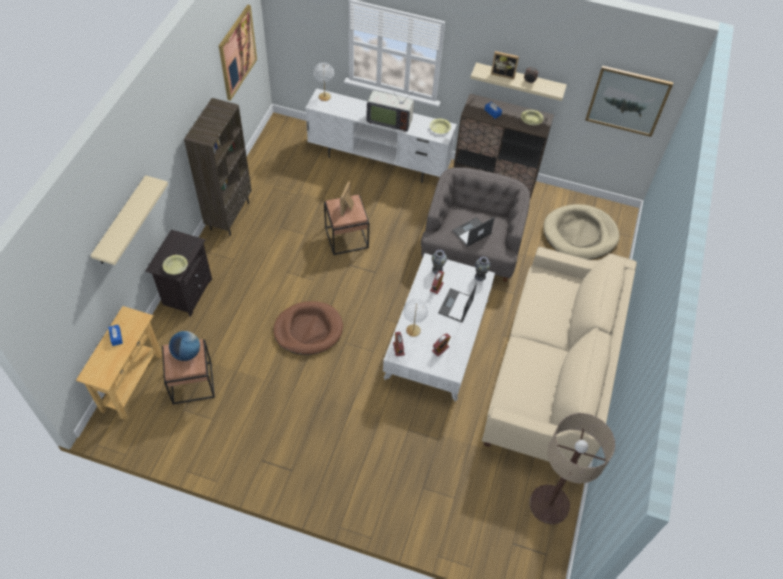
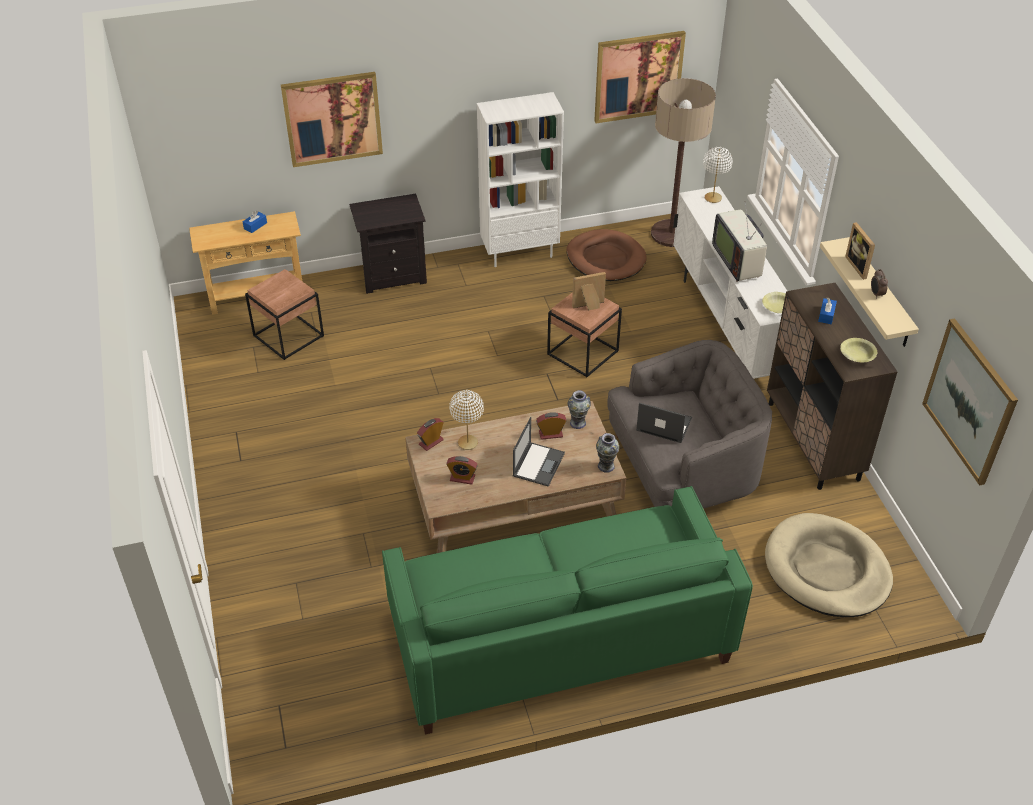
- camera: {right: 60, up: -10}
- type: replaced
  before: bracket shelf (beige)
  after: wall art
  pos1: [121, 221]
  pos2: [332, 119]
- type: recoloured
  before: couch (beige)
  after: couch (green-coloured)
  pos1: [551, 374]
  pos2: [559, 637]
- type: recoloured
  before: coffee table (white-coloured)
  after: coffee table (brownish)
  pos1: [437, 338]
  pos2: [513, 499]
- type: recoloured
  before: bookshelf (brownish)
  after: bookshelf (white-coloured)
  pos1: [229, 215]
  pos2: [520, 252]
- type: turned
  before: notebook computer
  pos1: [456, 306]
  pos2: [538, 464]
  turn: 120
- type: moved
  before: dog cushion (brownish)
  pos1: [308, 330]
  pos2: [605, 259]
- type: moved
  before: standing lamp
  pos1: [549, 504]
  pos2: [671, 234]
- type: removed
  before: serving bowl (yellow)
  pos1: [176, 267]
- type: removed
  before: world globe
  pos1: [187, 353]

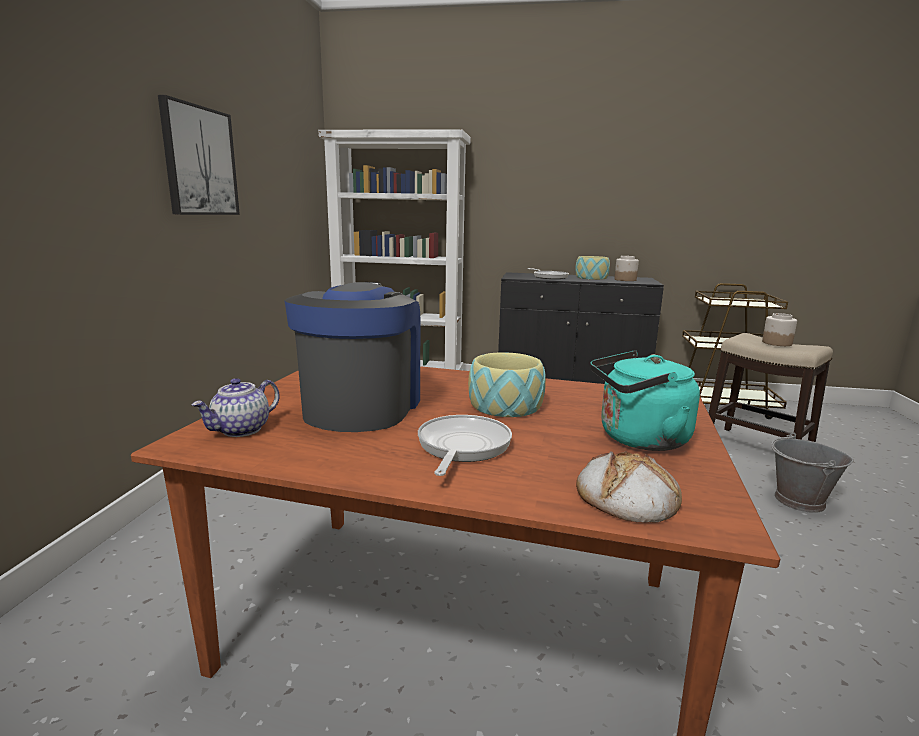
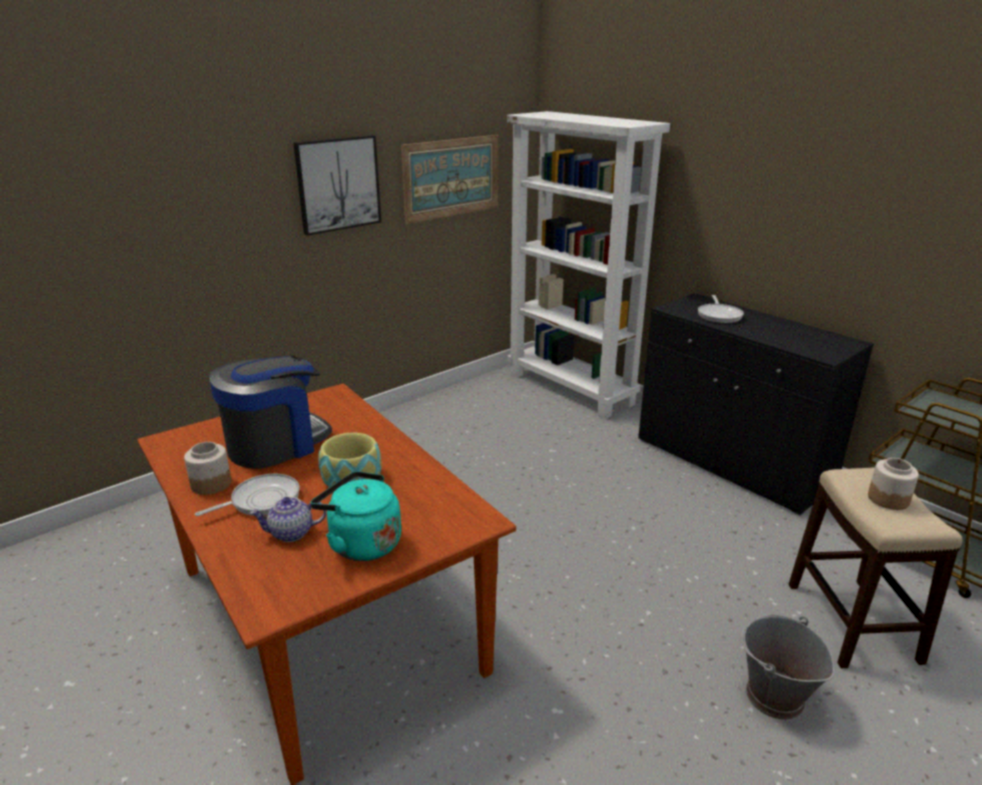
- camera: {right: 40, up: 10}
- type: moved
  before: jar
  pos1: [625, 280]
  pos2: [210, 484]
- type: moved
  before: tea pot
  pos1: [241, 430]
  pos2: [291, 533]
- type: added
  after: wall art
  pos2: [451, 177]
- type: removed
  before: serving bowl
  pos1: [591, 277]
- type: removed
  before: baked bread
  pos1: [626, 496]

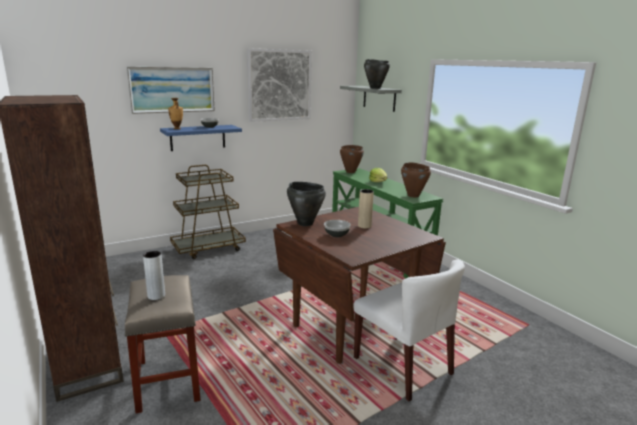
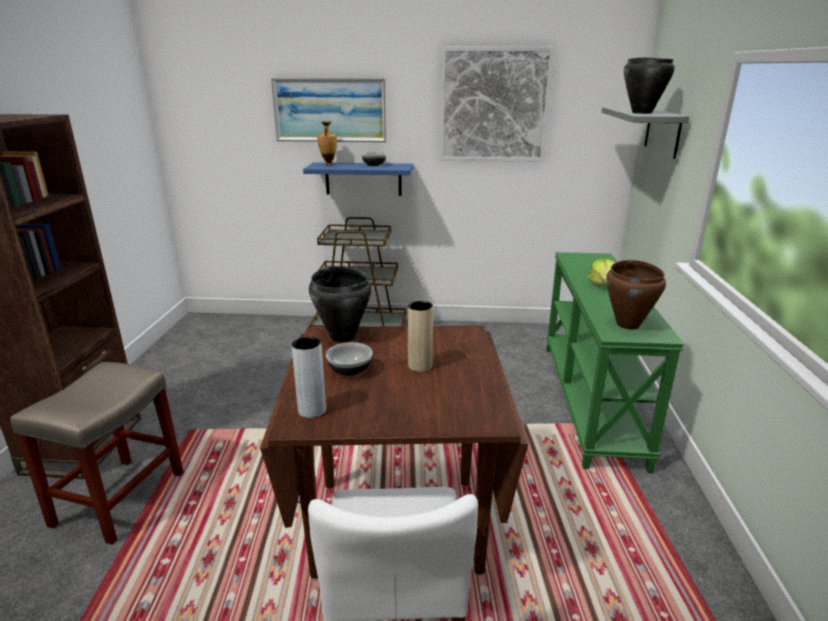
- camera: {right: 35, up: 5}
- type: moved
  before: flower vase (gray)
  pos1: [156, 296]
  pos2: [312, 410]
- type: removed
  before: stockpot (brownish)
  pos1: [350, 172]

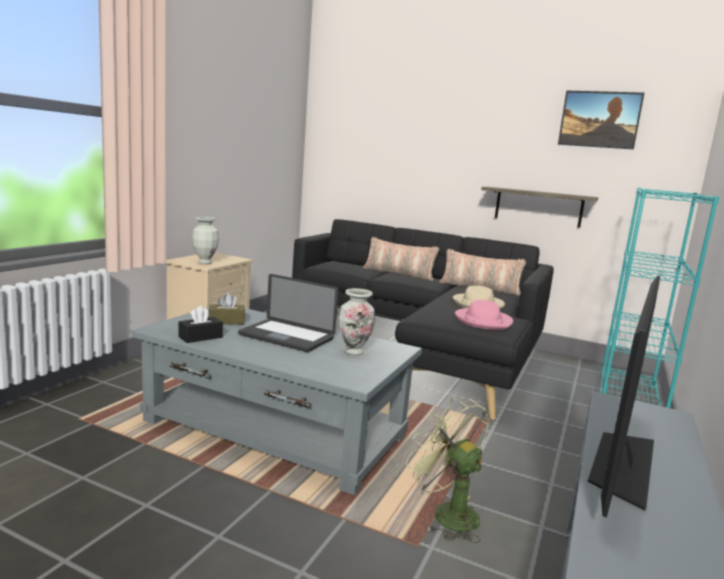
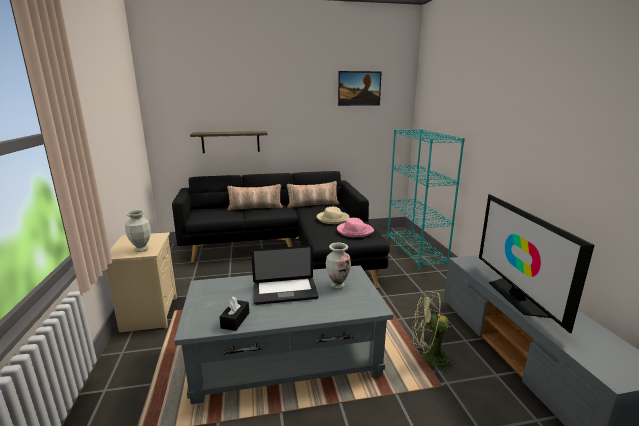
- camera: {right: -35, up: 5}
- type: moved
  before: bracket shelf
  pos1: [538, 207]
  pos2: [230, 142]
- type: removed
  before: box of tissues (brownish)
  pos1: [226, 321]

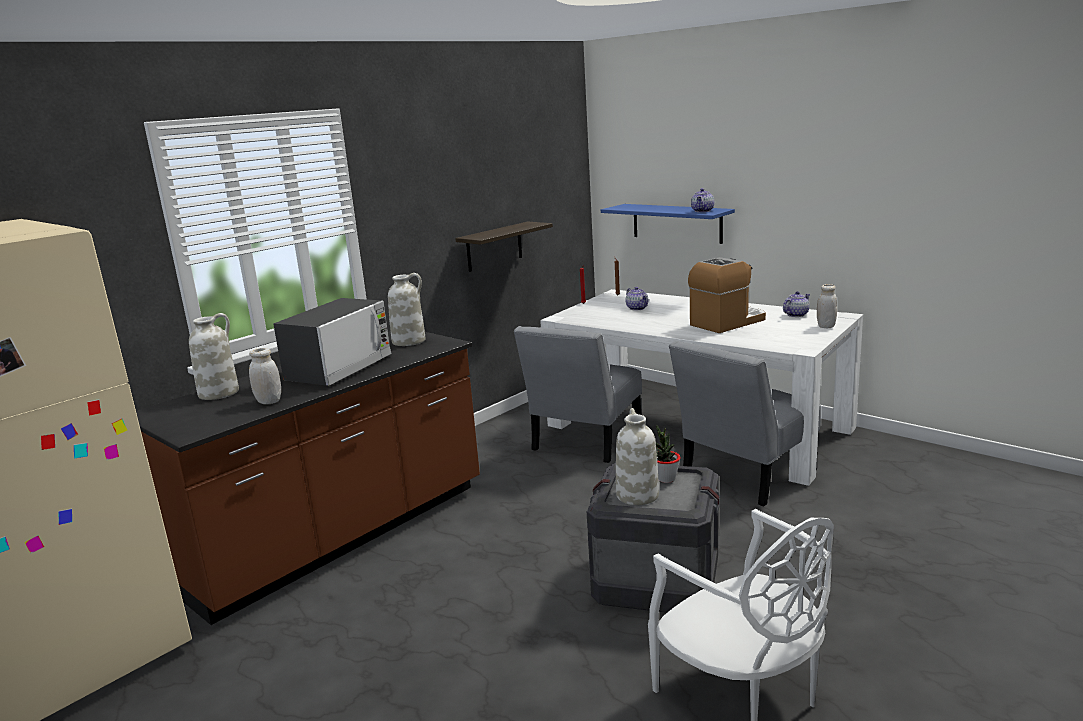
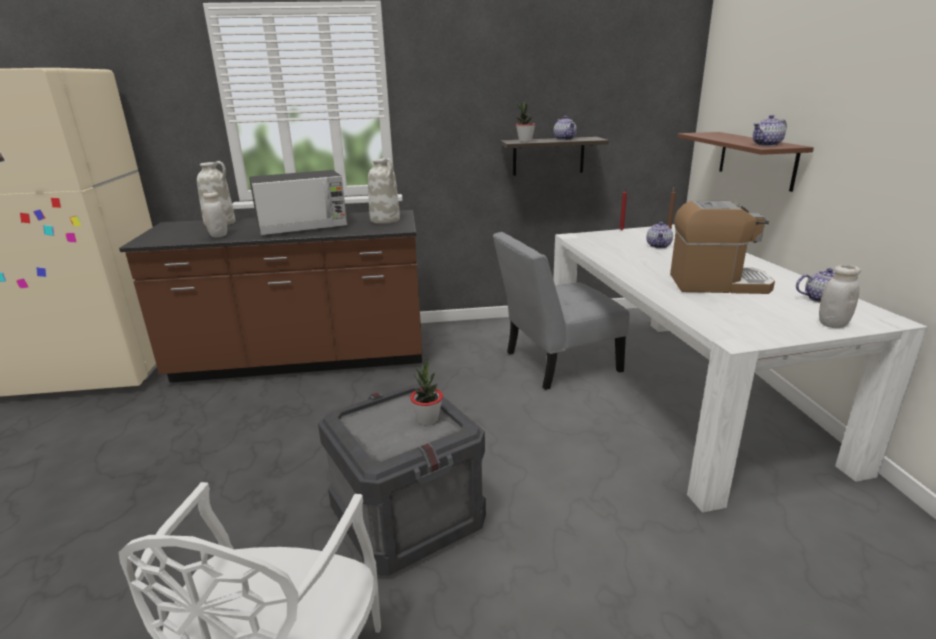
- camera: {right: 40, up: 5}
- type: added
  after: plant in a pot
  pos2: [525, 141]
- type: added
  after: tea pot
  pos2: [565, 139]
- type: recoloured
  before: bracket shelf (blue)
  after: bracket shelf (brownish)
  pos1: [676, 223]
  pos2: [756, 159]
- type: removed
  before: flower vase (white-coloured)
  pos1: [636, 495]
- type: removed
  before: chair (gray)
  pos1: [744, 477]

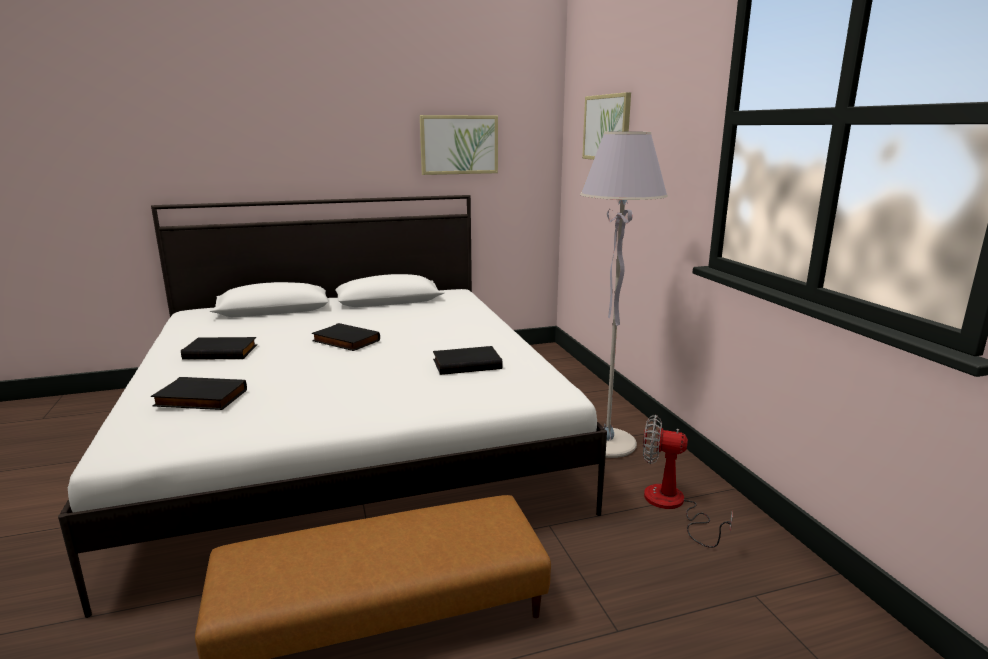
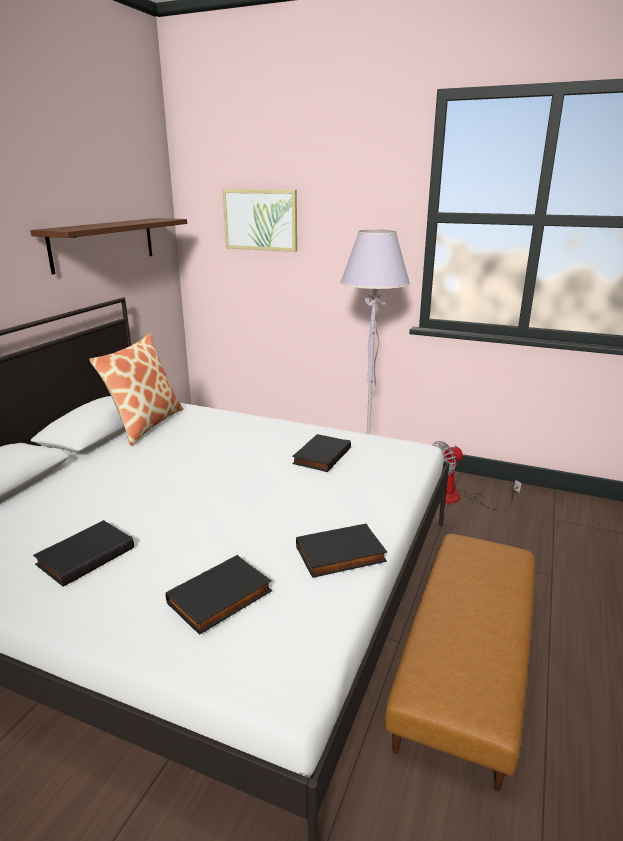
- camera: {right: -50, up: 5}
- type: replaced
  before: wall art
  after: bracket shelf (brownish)
  pos1: [459, 145]
  pos2: [104, 244]
- type: added
  after: pillow
  pos2: [145, 424]
- type: moved
  before: bound book (black)
  pos1: [344, 341]
  pos2: [340, 555]

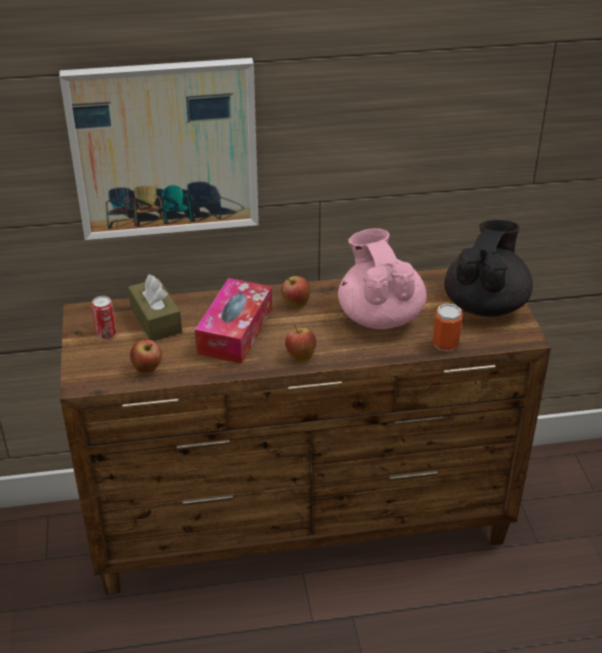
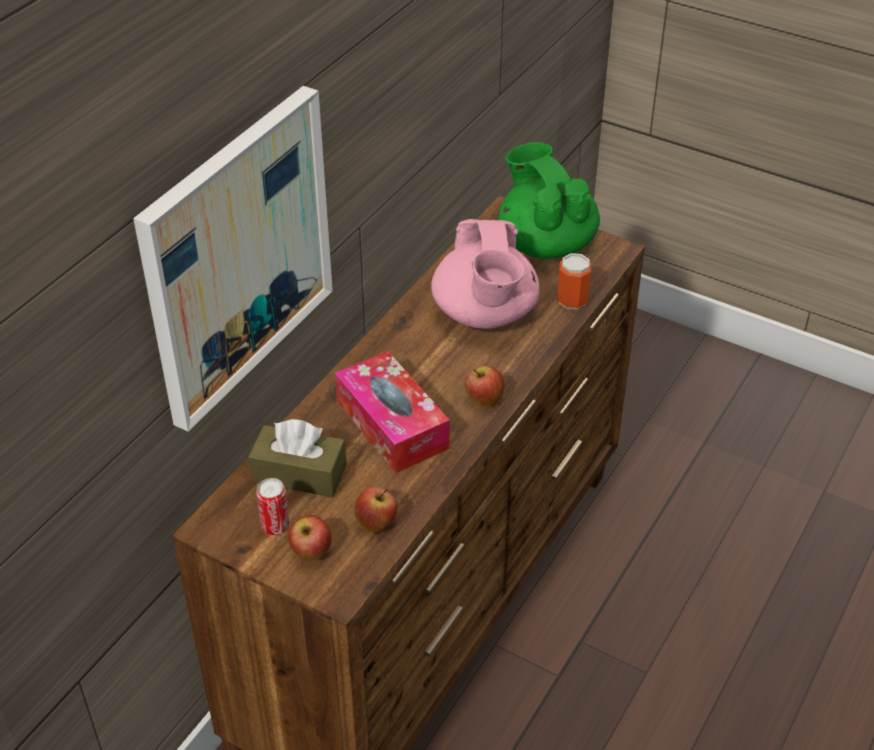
- camera: {right: -50, up: 5}
- type: moved
  before: apple
  pos1: [295, 303]
  pos2: [311, 553]
- type: turned
  before: tea pot (pinkish)
  pos1: [379, 316]
  pos2: [485, 315]
  turn: -120
- type: recoloured
  before: tea pot (black)
  after: tea pot (green-coloured)
  pos1: [485, 304]
  pos2: [545, 243]

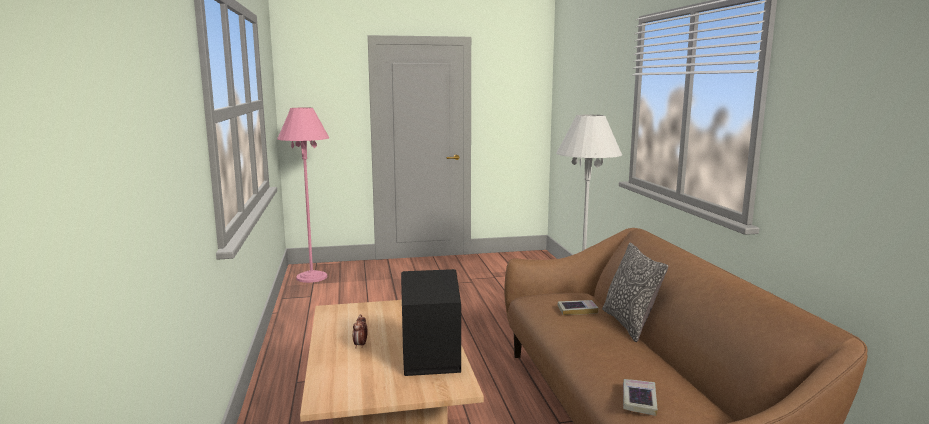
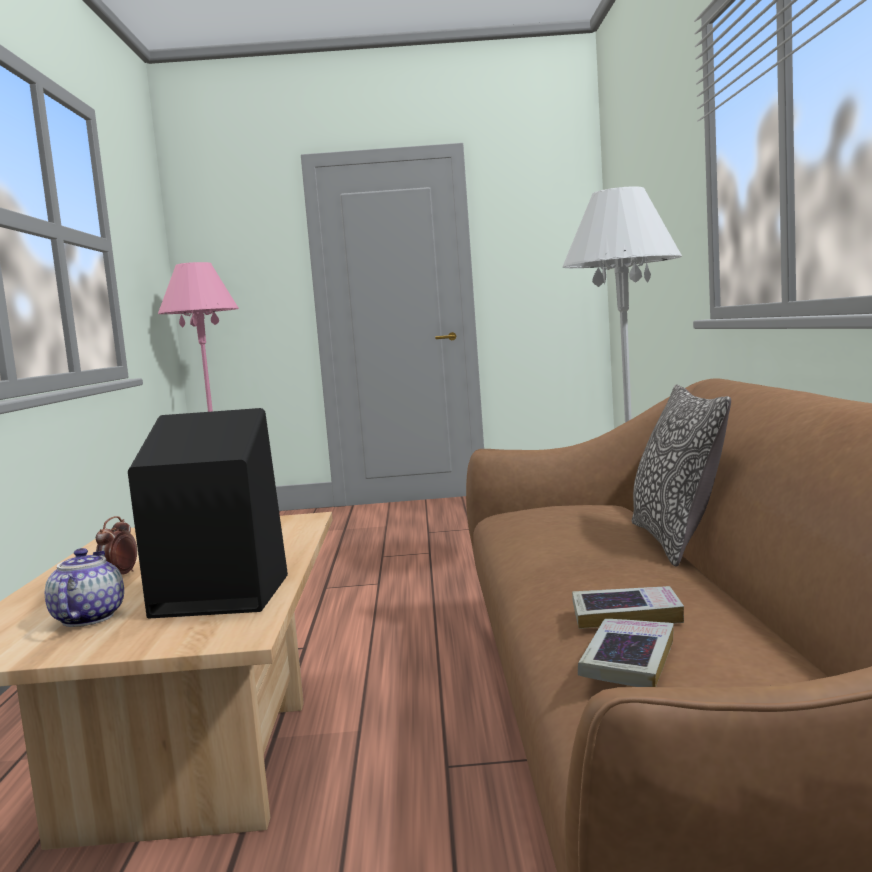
- camera: {right: 10, up: -5}
- type: added
  after: tea pot
  pos2: [87, 618]
- type: moved
  before: bound book
  pos1: [577, 310]
  pos2: [626, 615]

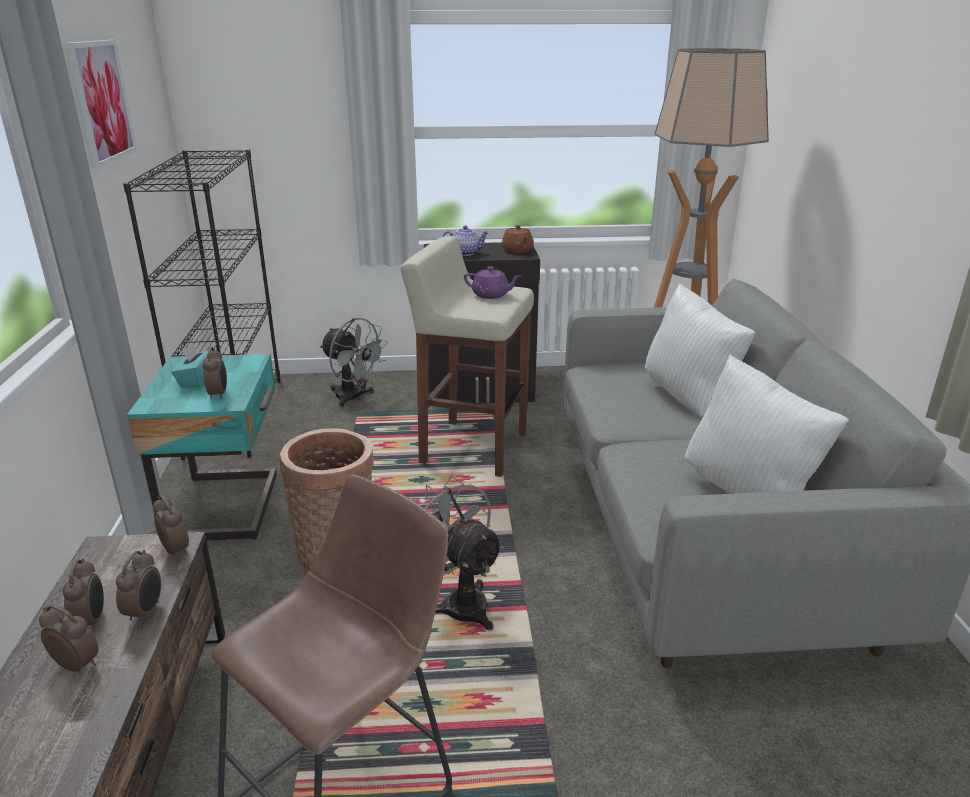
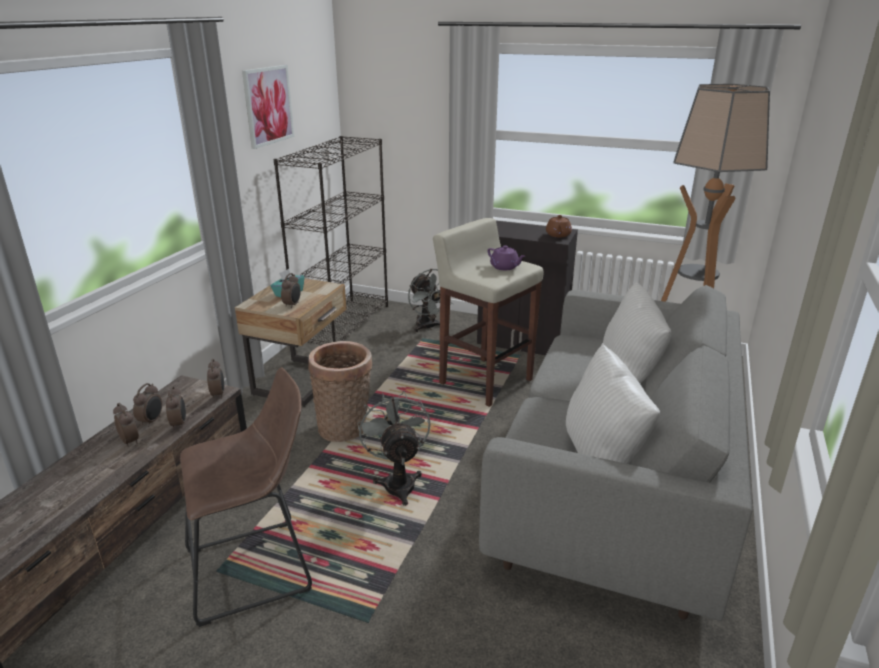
- camera: {right: 25, up: 0}
- type: turned
  before: bedside clock
  pos1: [146, 612]
  pos2: [179, 424]
  turn: -45
- type: recoloured
  before: night table (turquoise)
  after: night table (beige)
  pos1: [228, 507]
  pos2: [301, 382]
- type: removed
  before: tea pot
  pos1: [465, 253]

